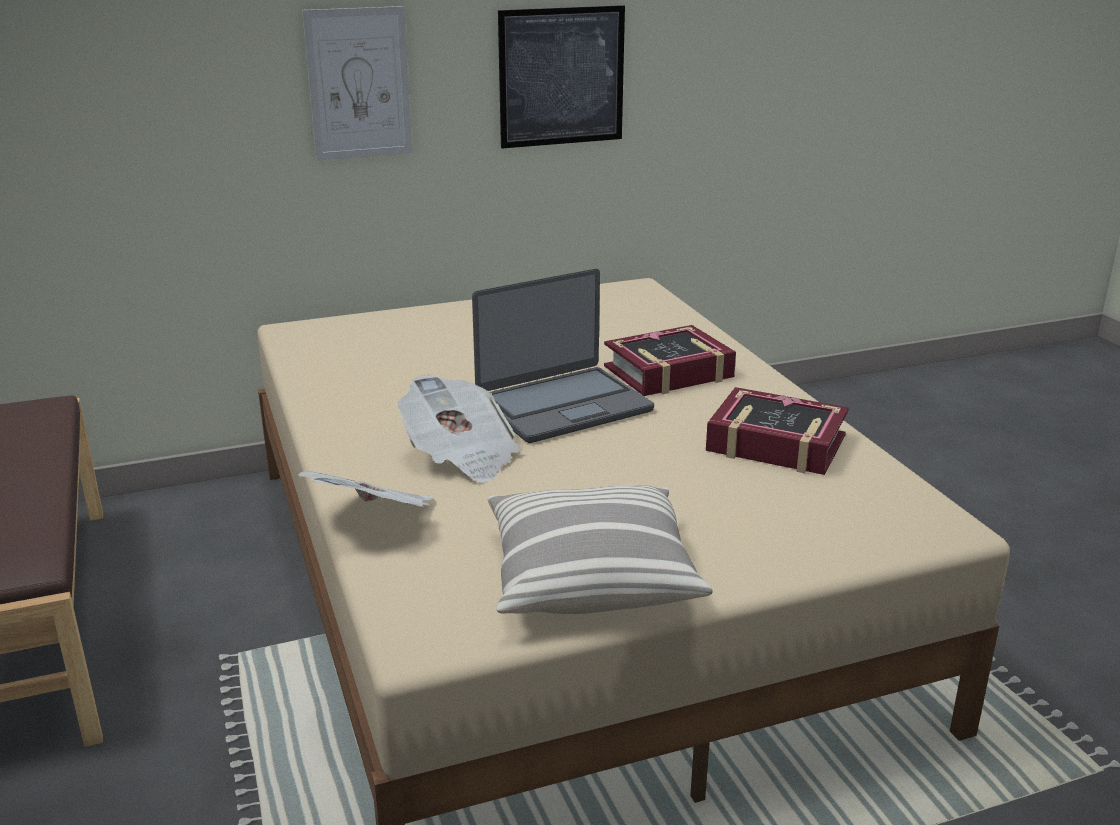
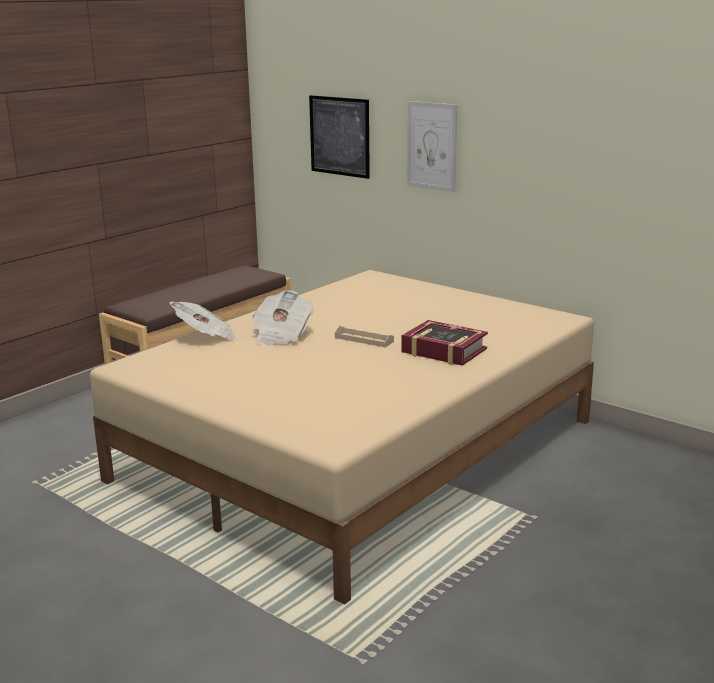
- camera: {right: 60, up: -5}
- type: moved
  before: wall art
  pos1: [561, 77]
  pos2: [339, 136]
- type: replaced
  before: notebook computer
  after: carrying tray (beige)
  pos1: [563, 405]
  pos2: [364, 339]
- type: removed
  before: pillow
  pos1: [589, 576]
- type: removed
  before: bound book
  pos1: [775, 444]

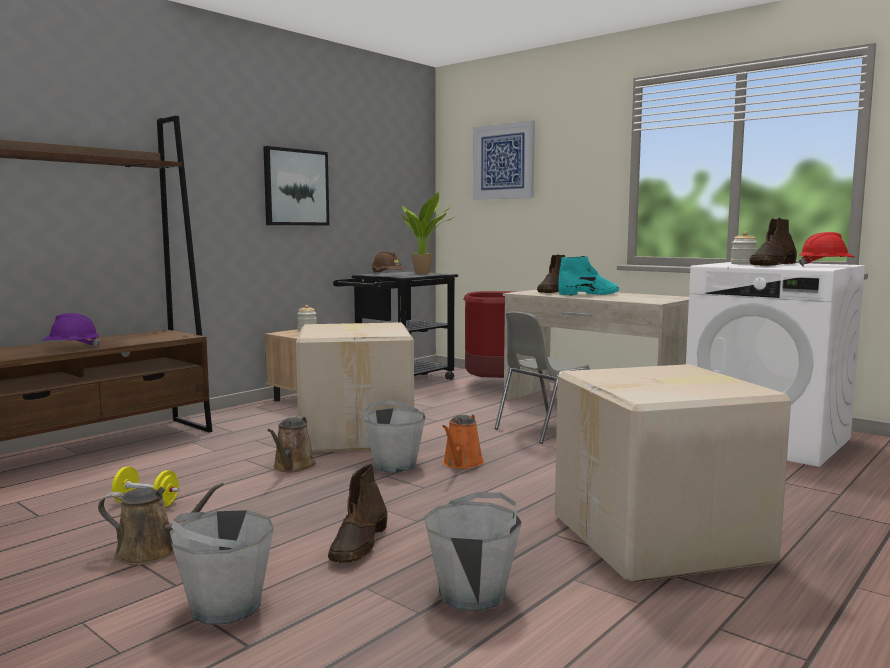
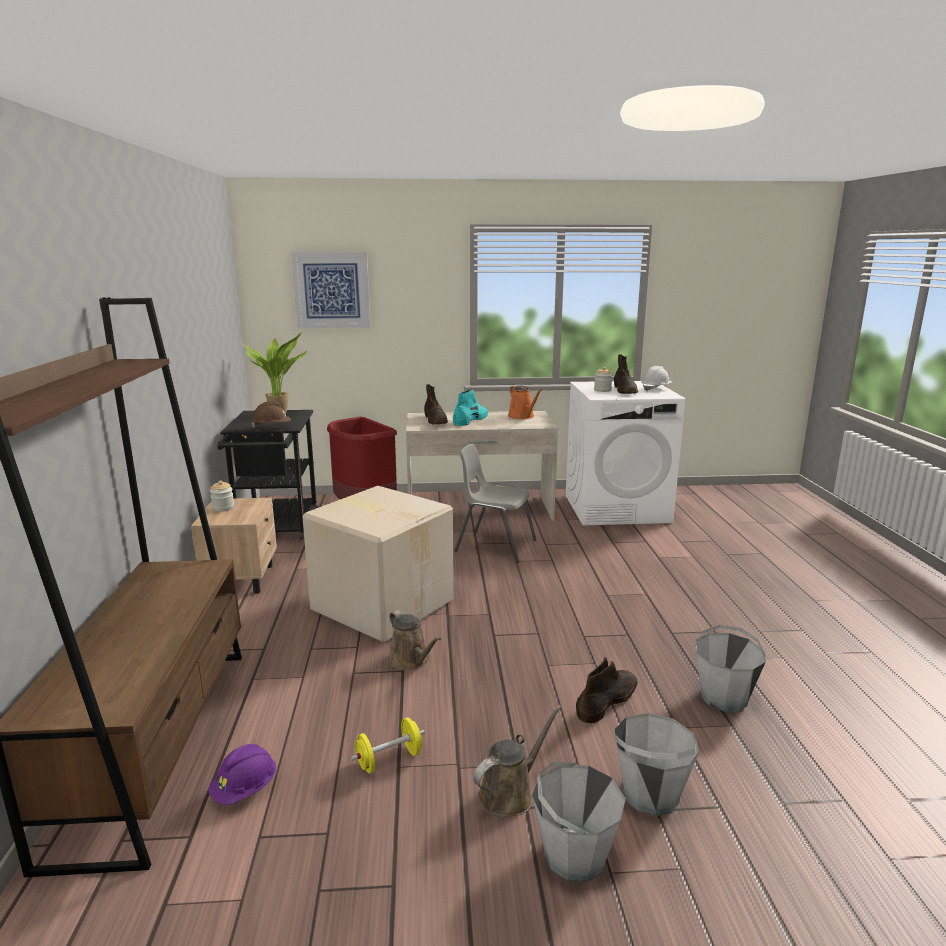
- camera: {right: -45, up: 10}
- type: moved
  before: safety helmet (purplish)
  pos1: [71, 348]
  pos2: [245, 790]
- type: turned
  before: chair (gray)
  pos1: [544, 429]
  pos2: [494, 545]
  turn: 105
- type: moved
  before: sprinkling can (orange)
  pos1: [461, 463]
  pos2: [522, 416]
- type: moved
  before: bucket (gray)
  pos1: [395, 465]
  pos2: [574, 855]
- type: turned
  before: boot (brownish)
  pos1: [359, 544]
  pos2: [607, 700]
  turn: -105
- type: recoloured
  before: safety helmet (red-coloured)
  after: safety helmet (white-coloured)
  pos1: [825, 266]
  pos2: [655, 389]
- type: removed
  before: wall art
  pos1: [296, 187]
- type: removed
  before: cardboard box
  pos1: [662, 539]

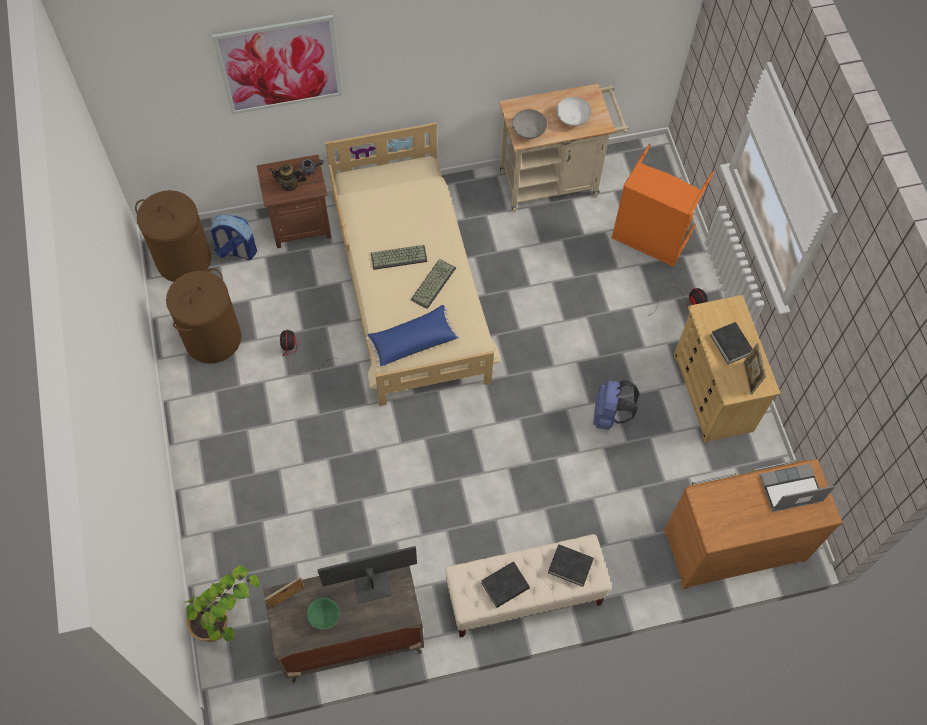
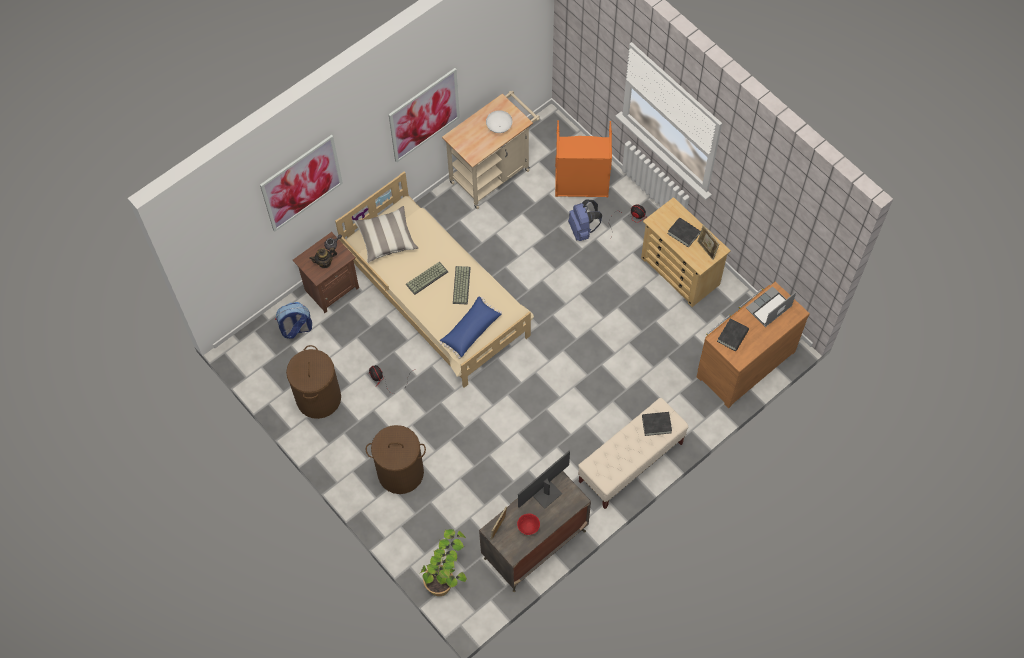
- camera: {right: -25, up: 0}
- type: added
  after: pillow
  pos2: [386, 239]
- type: moved
  before: washing basket (brownish)
  pos1: [183, 260]
  pos2: [400, 473]
- type: added
  after: wall art
  pos2: [424, 115]
- type: recoloured
  before: serving bowl (green-coloured)
  after: serving bowl (red-coloured)
  pos1: [324, 617]
  pos2: [528, 527]
- type: moved
  before: knapsack (blue)
  pos1: [609, 415]
  pos2: [583, 230]
- type: moved
  before: bound book (black)
  pos1: [505, 586]
  pos2: [732, 336]
- type: removed
  before: serving bowl (gray)
  pos1: [528, 132]

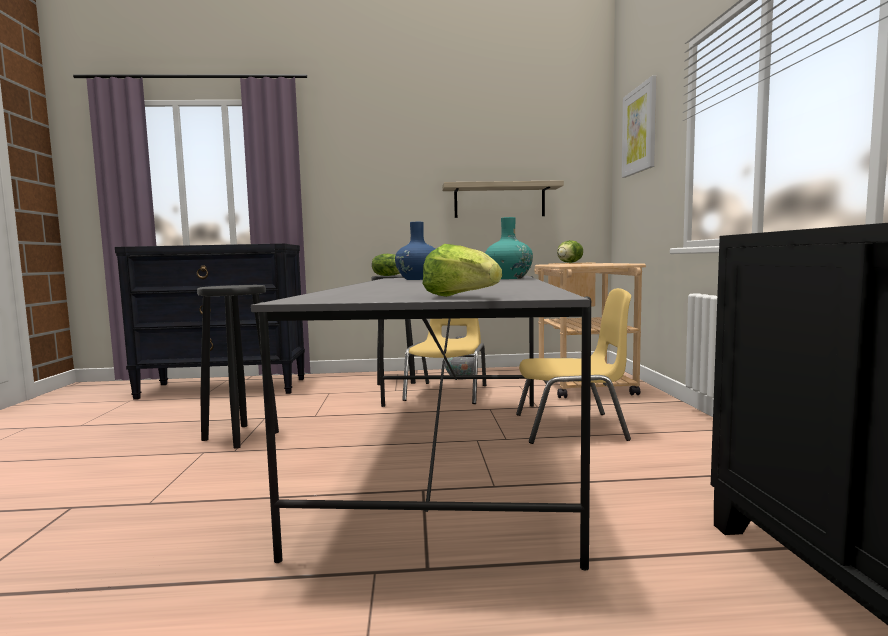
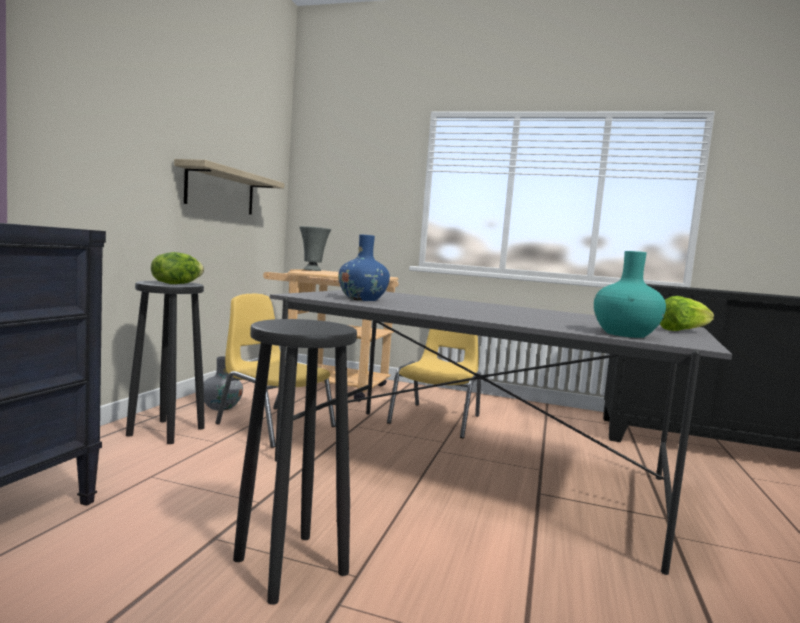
- camera: {right: -70, up: 0}
- type: replaced
  before: lettuce head
  after: flower vase (gray)
  pos1: [569, 262]
  pos2: [312, 270]
- type: moved
  before: flower vase (turquoise)
  pos1: [508, 278]
  pos2: [624, 334]
- type: removed
  before: wall art
  pos1: [639, 130]

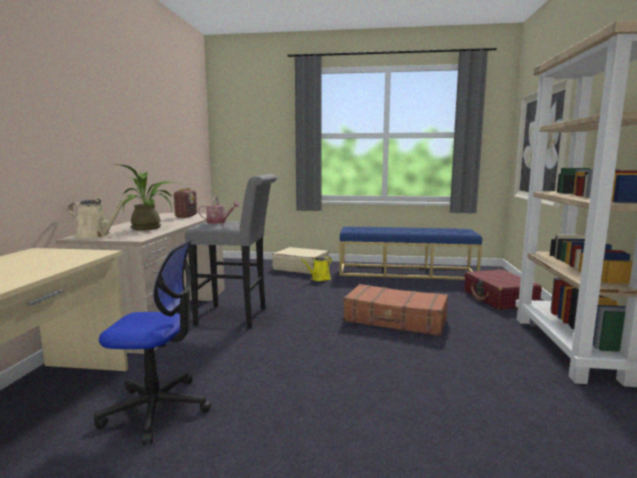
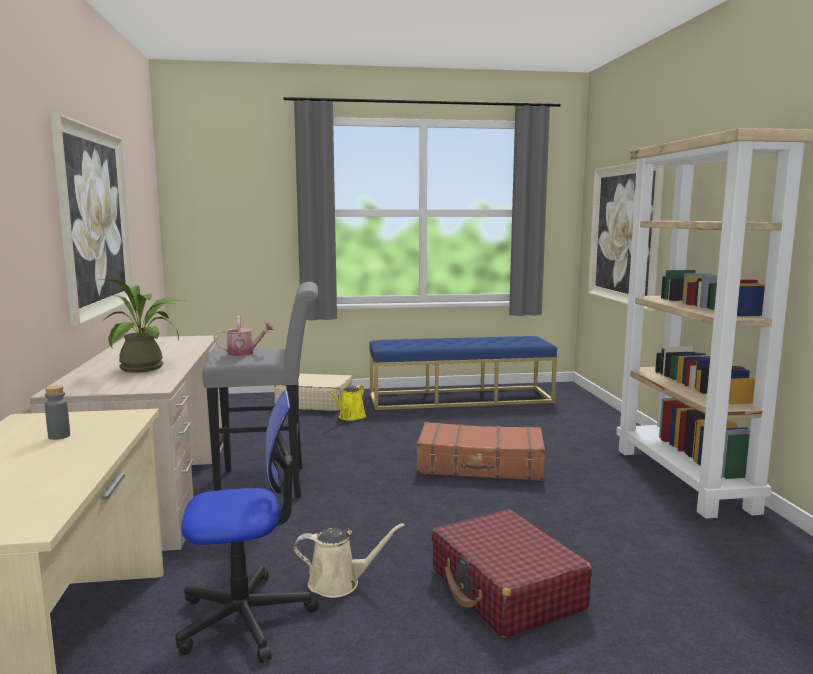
- camera: {right: -15, up: 0}
- type: added
  after: beverage bottle (gray)
  pos2: [59, 436]
- type: added
  after: wall art
  pos2: [94, 221]
- type: moved
  before: sprinkling can (beige)
  pos1: [96, 236]
  pos2: [339, 583]
- type: moved
  before: travel case (red-coloured)
  pos1: [499, 298]
  pos2: [506, 589]
- type: removed
  before: radio receiver
  pos1: [186, 216]

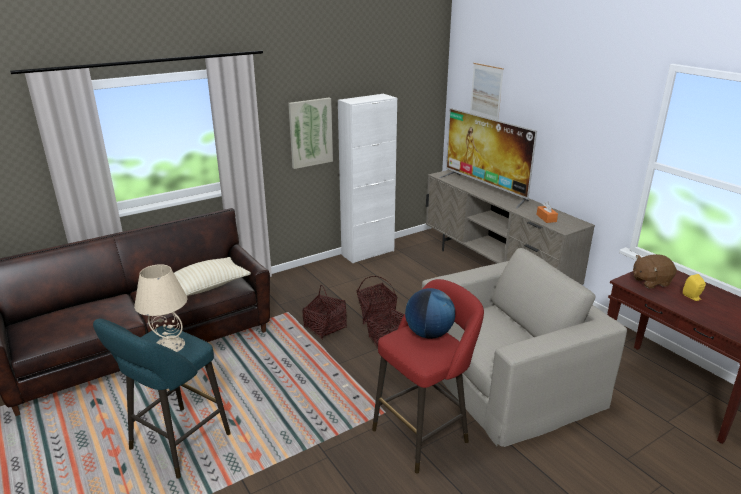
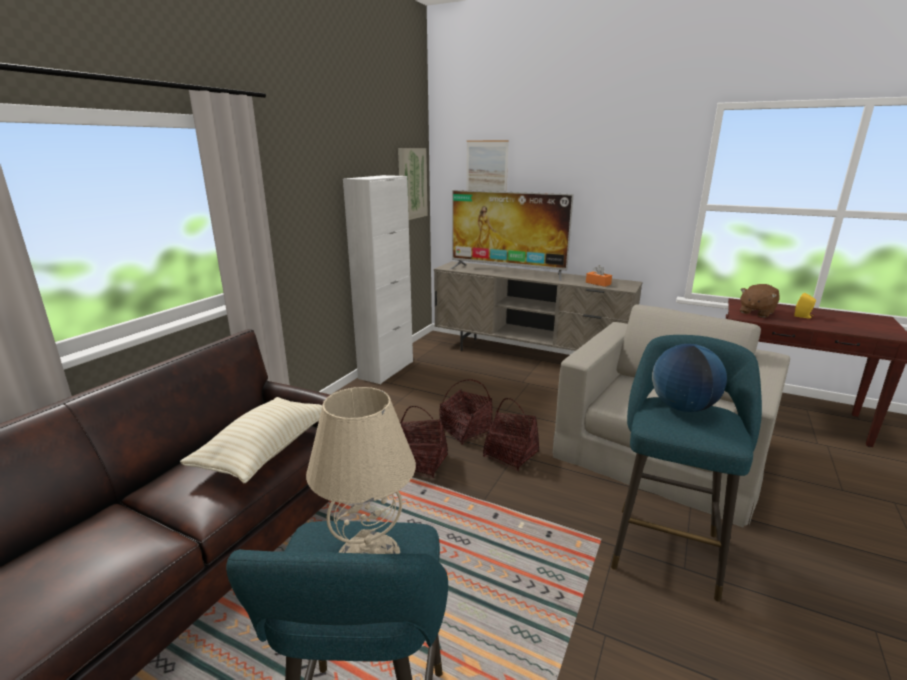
- camera: {right: -30, up: -5}
- type: moved
  before: wall art
  pos1: [310, 132]
  pos2: [411, 183]
- type: recoloured
  before: sitting stool (red-coloured)
  after: sitting stool (turquoise)
  pos1: [424, 433]
  pos2: [666, 546]

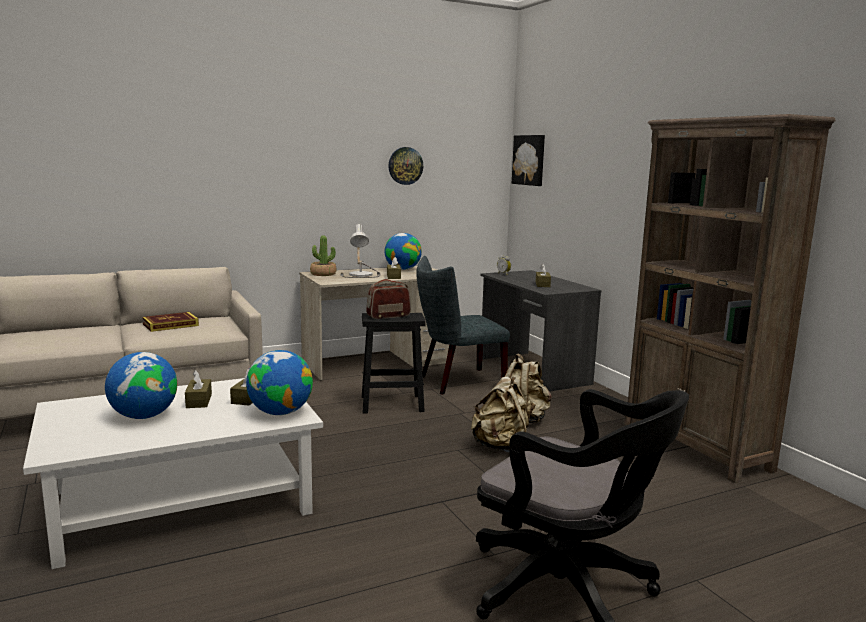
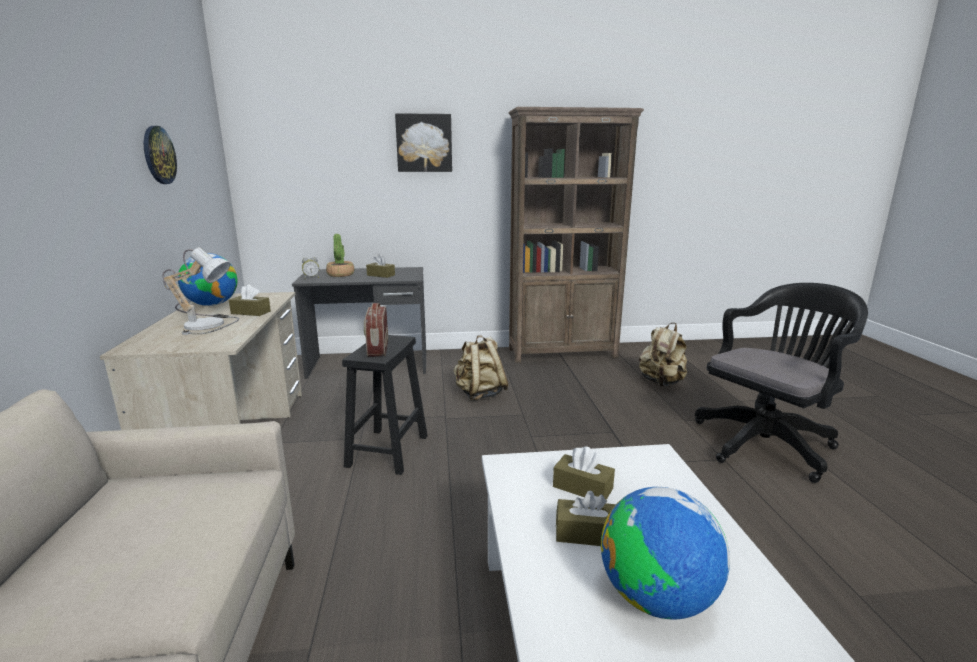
- camera: {right: -70, up: 5}
- type: moved
  before: plant in a pot
  pos1: [323, 274]
  pos2: [341, 274]
- type: moved
  before: wall art
  pos1: [529, 160]
  pos2: [424, 143]
- type: moved
  before: knapsack (beige)
  pos1: [500, 447]
  pos2: [661, 382]
- type: removed
  before: bound book
  pos1: [170, 325]
- type: removed
  before: world globe
  pos1: [280, 412]
- type: removed
  before: chair (gray)
  pos1: [457, 382]

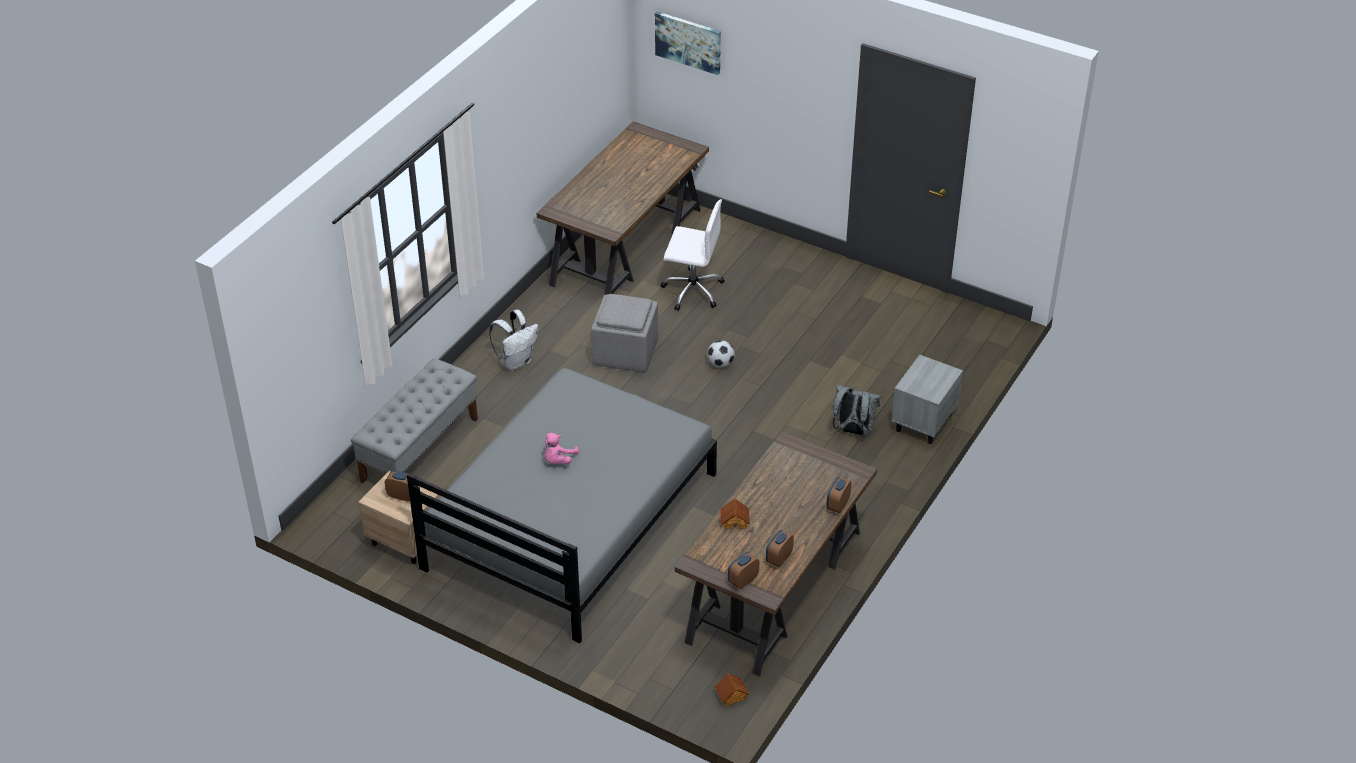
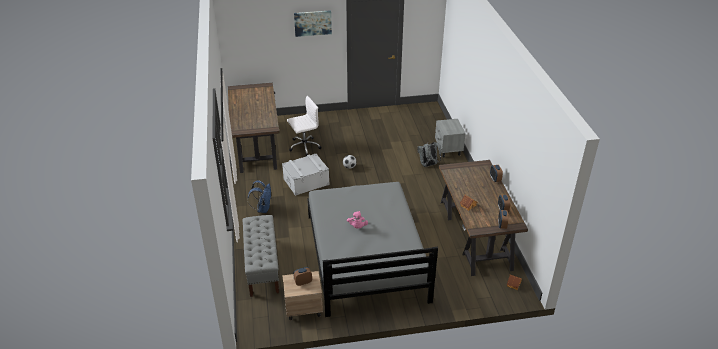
- camera: {right: -40, up: -5}
- type: recoloured
  before: knapsack (white-coloured)
  after: knapsack (blue)
  pos1: [516, 362]
  pos2: [263, 209]
- type: replaced
  before: footrest (gray)
  after: storage bin (gray)
  pos1: [626, 352]
  pos2: [306, 181]
- type: moved
  before: wall art
  pos1: [688, 42]
  pos2: [312, 23]

